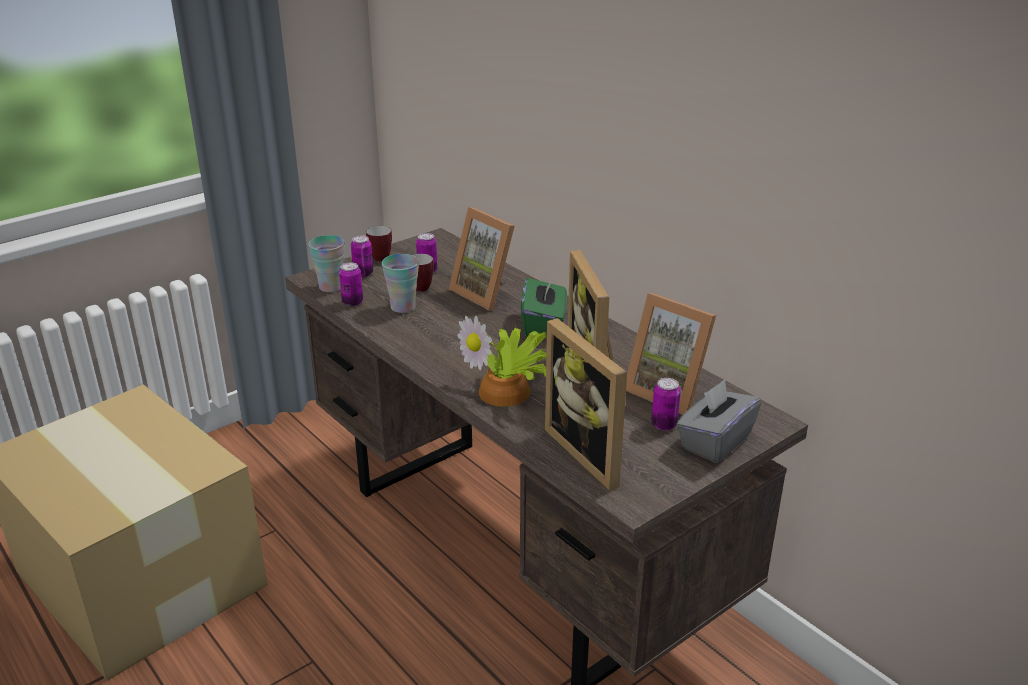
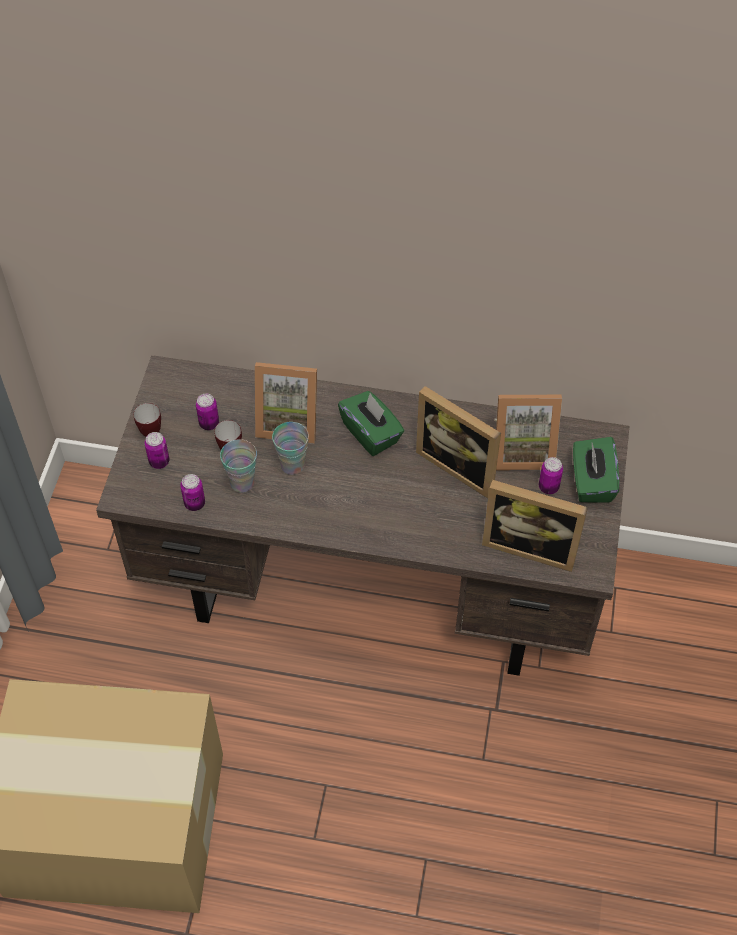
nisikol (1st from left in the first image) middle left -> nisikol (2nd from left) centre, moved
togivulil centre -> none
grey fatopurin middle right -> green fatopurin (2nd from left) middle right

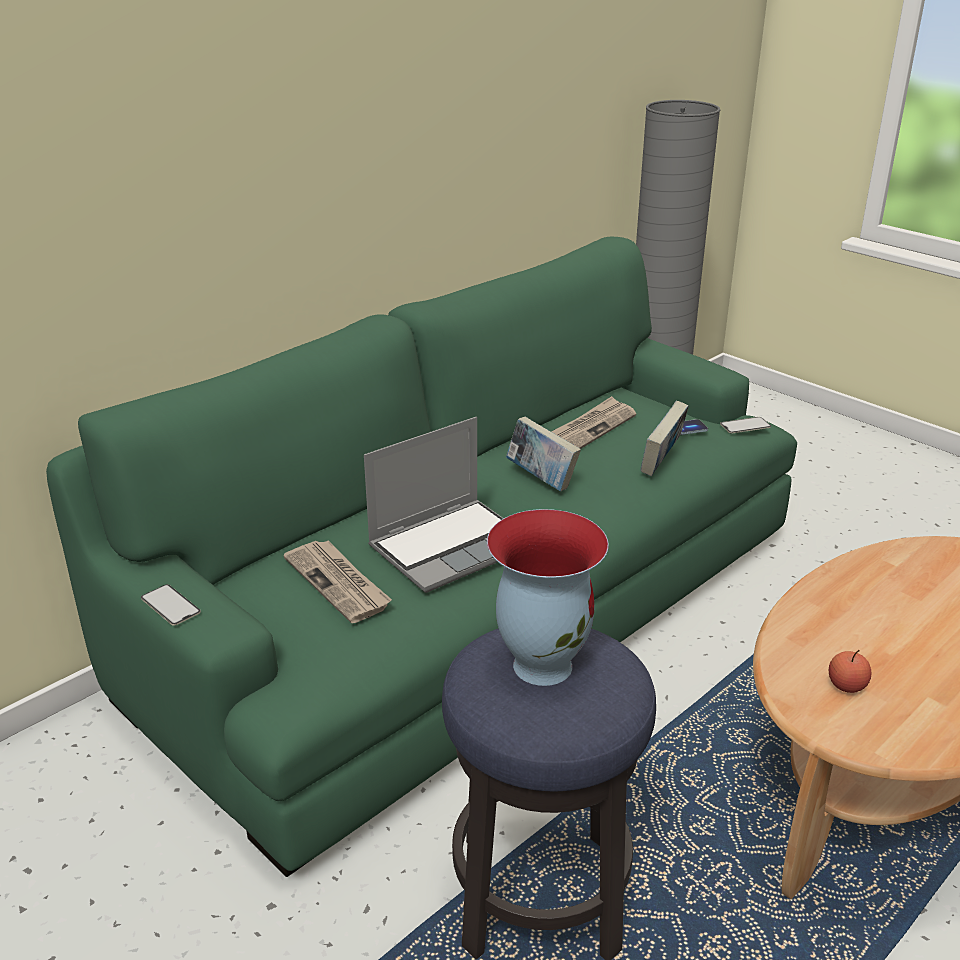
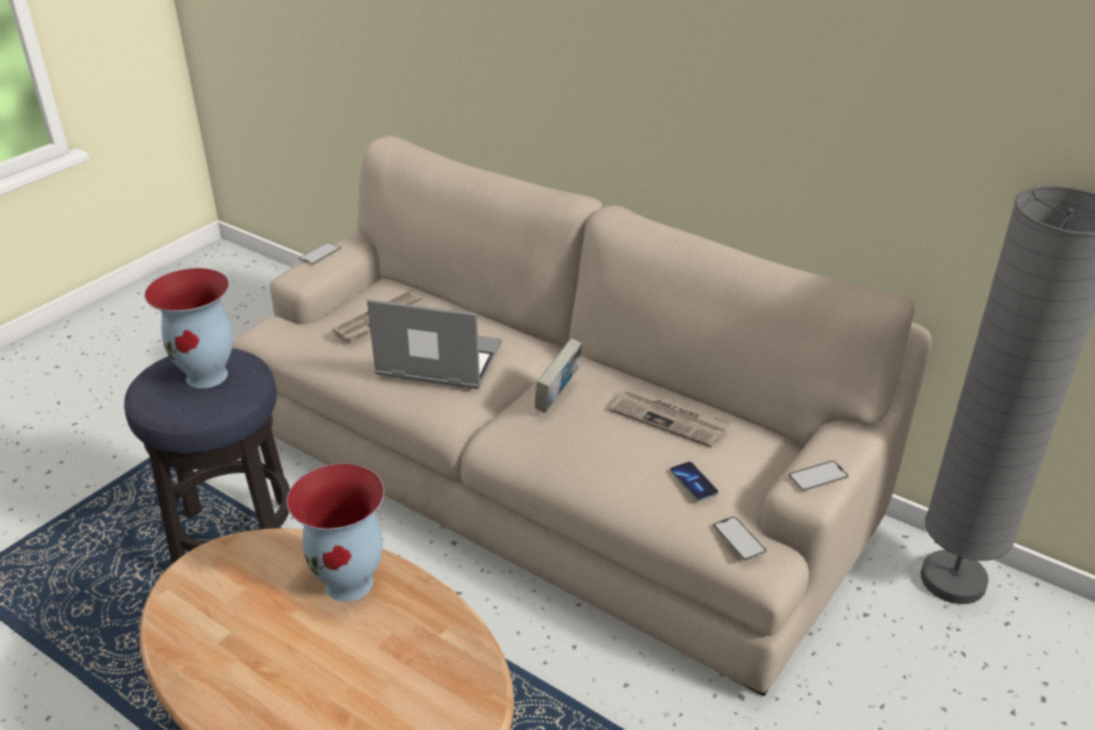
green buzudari centre -> beige buzudari centre
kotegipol (2nd from left) middle right -> none
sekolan centre, 150 degrees clockwise
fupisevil bottom right -> none
none -> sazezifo (4th from left) middle right
none -> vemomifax (2nd from left) bottom left

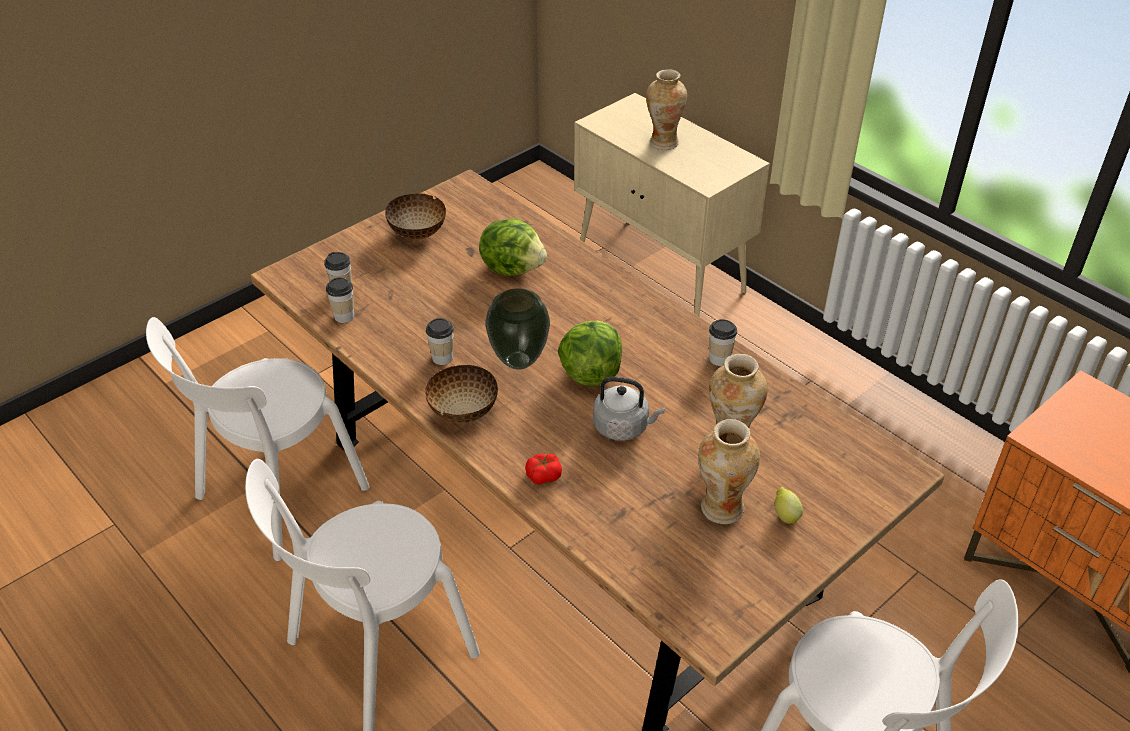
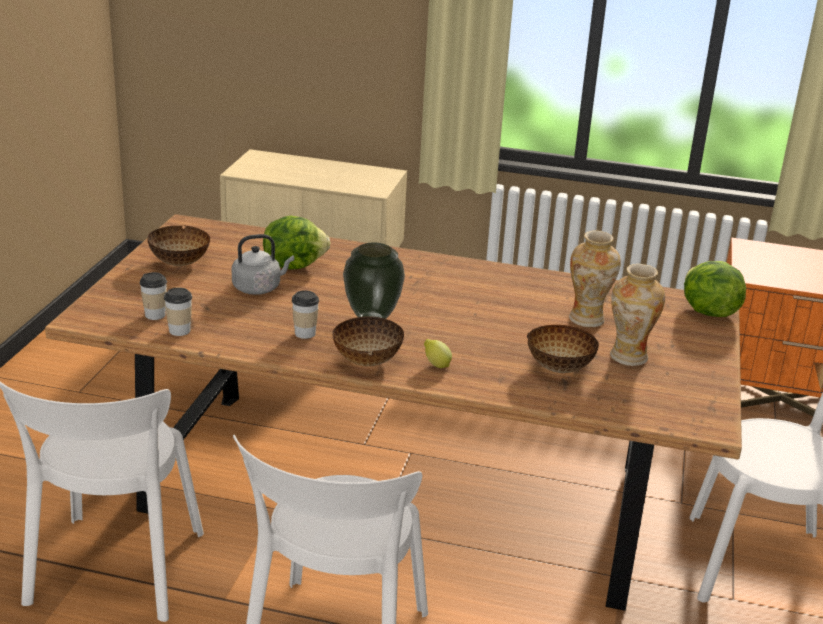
vemomifax (2nd from left) top centre -> none
nisikol (4th from left) centre -> none
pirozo (2nd from left) centre -> pirozo (2nd from left) middle right, moved
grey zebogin centre -> grey zebogin middle left, moved
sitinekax centre -> none
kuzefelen bottom right -> kuzefelen centre, moved
none -> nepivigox (3rd from left) middle right

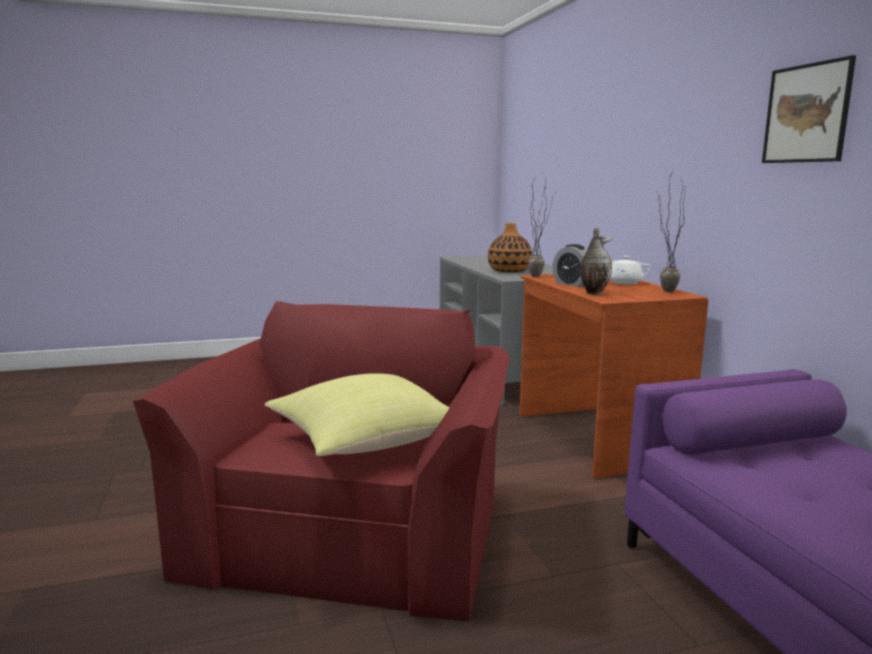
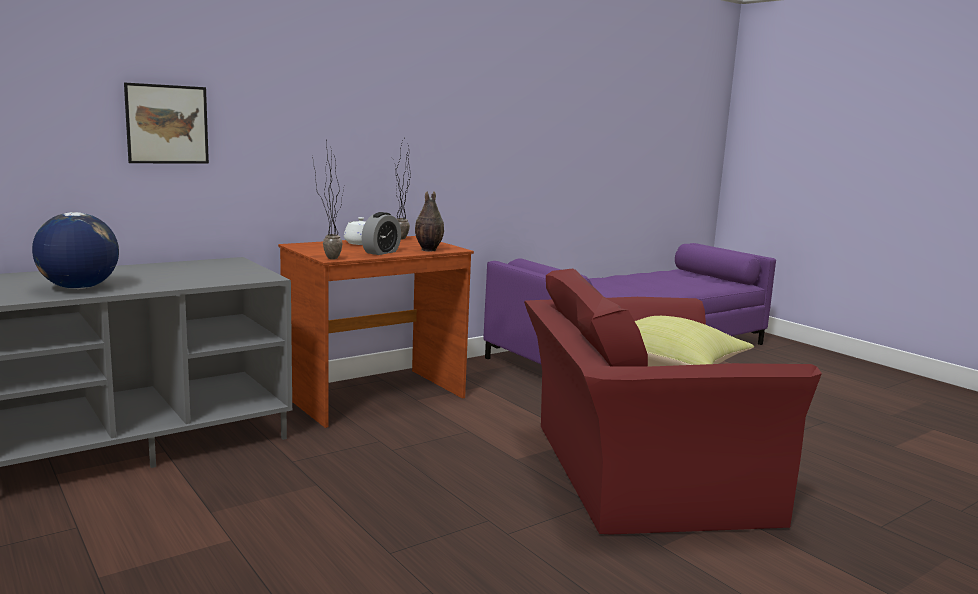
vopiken top right -> vopiken top left, moved
vemomifax (1st from left) centre -> none
none -> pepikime middle left

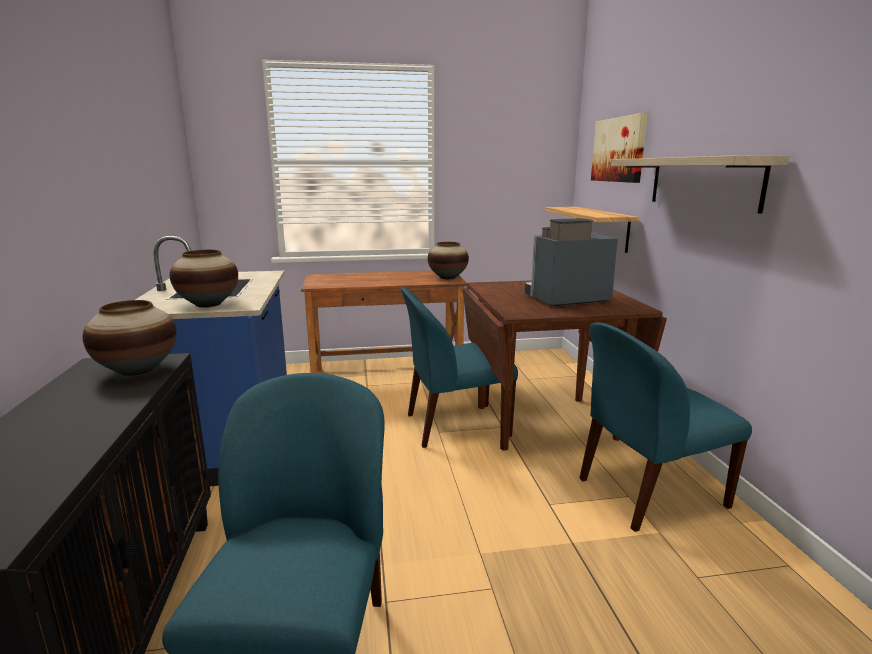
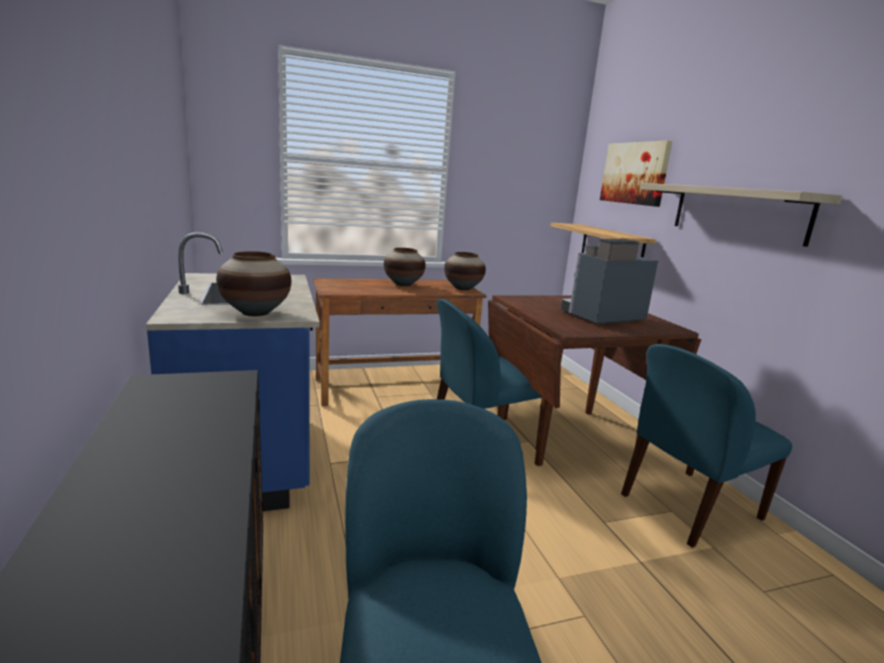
vemomifax (1st from left in the first image) middle left -> vemomifax (2nd from left) centre, moved

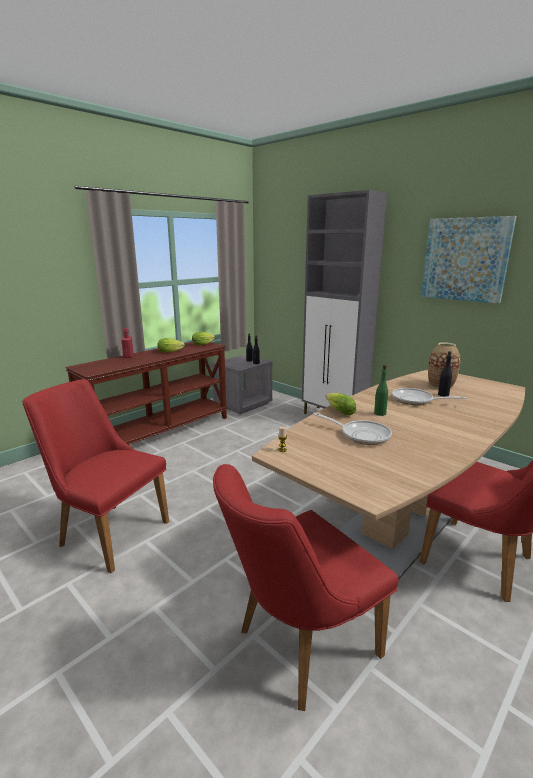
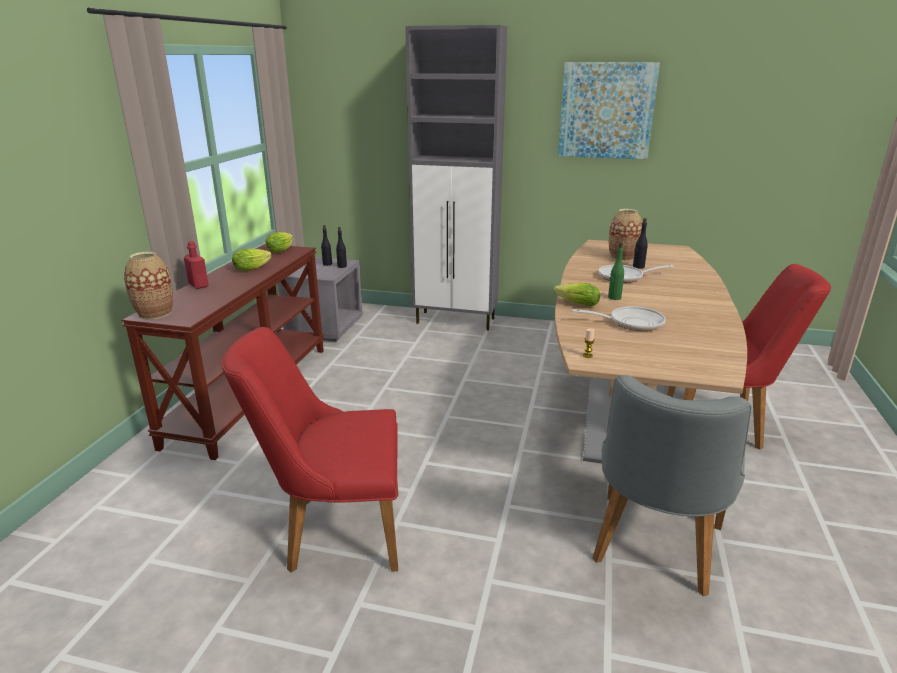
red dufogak (2nd from left) bottom centre -> grey dufogak bottom right
none -> vemomifax (1st from left) middle left

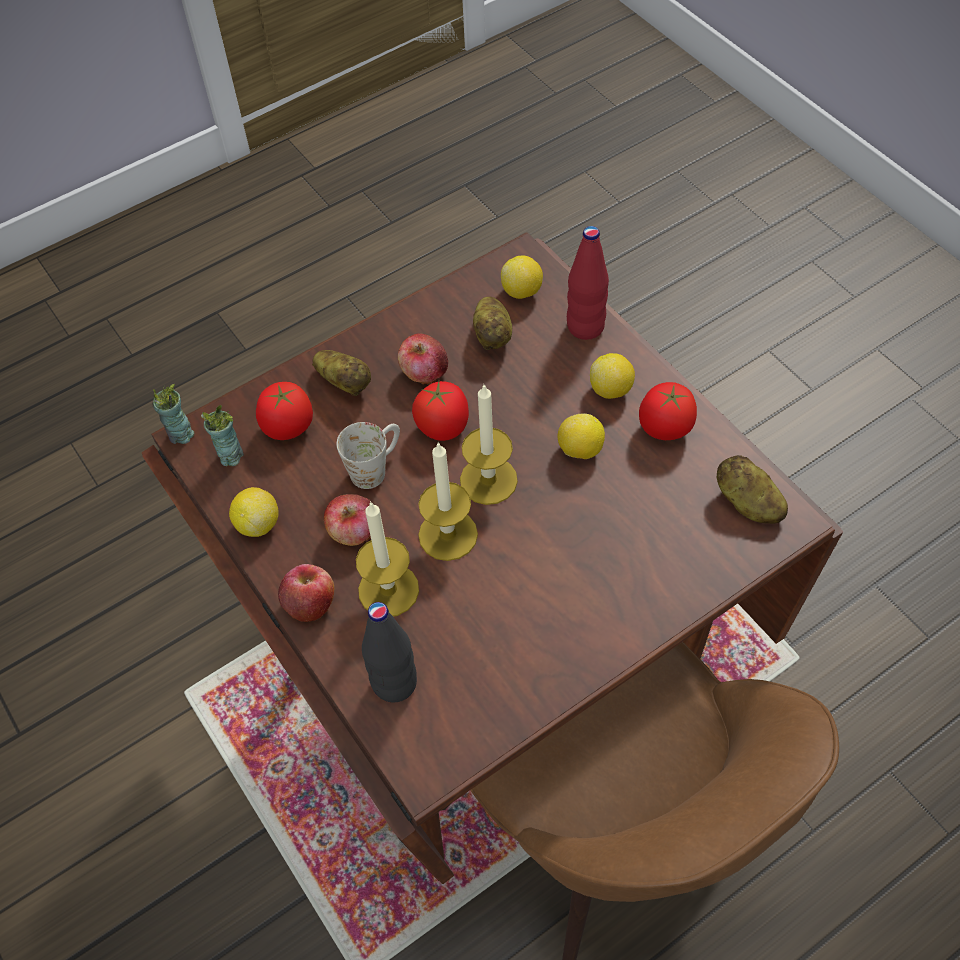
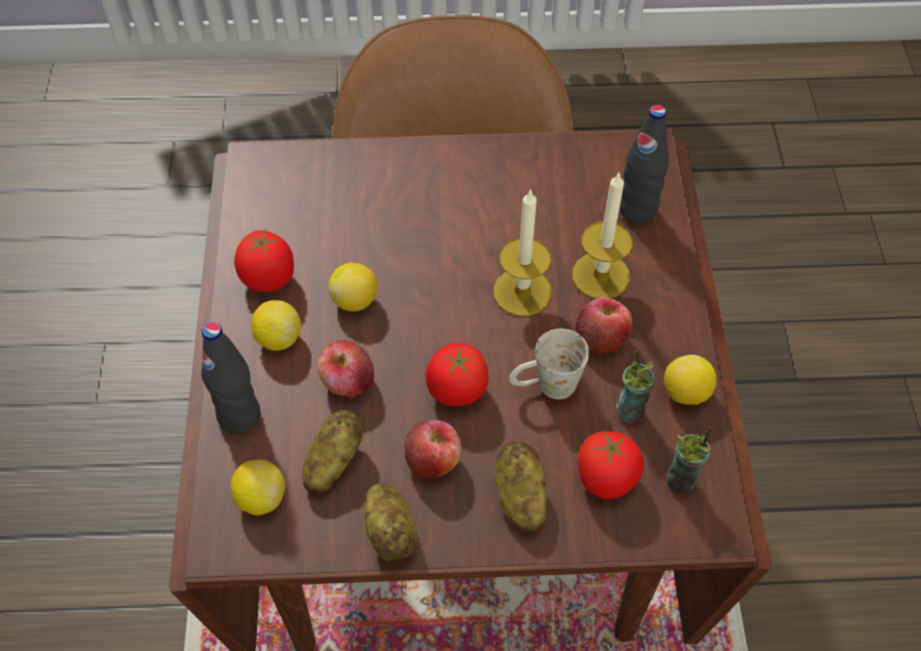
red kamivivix top centre -> black kamivivix (1st from left) middle left
nisikol (1st from left) middle left -> nisikol (1st from left) middle right, moved
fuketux (3rd from left) centre -> none
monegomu (3rd from left in the first image) middle right -> monegomu (2nd from left) bottom centre, moved
fupisevil (1st from left) middle left -> fupisevil (1st from left) centre, moved

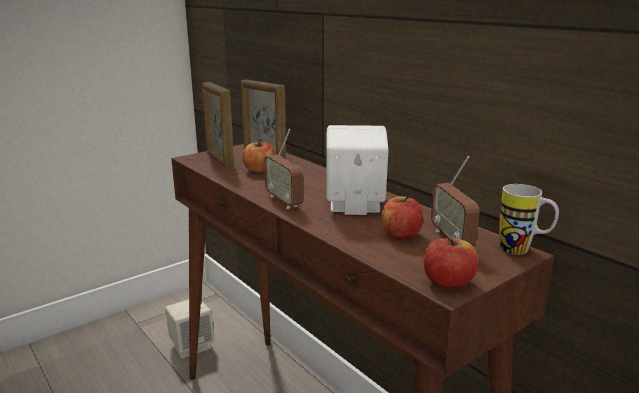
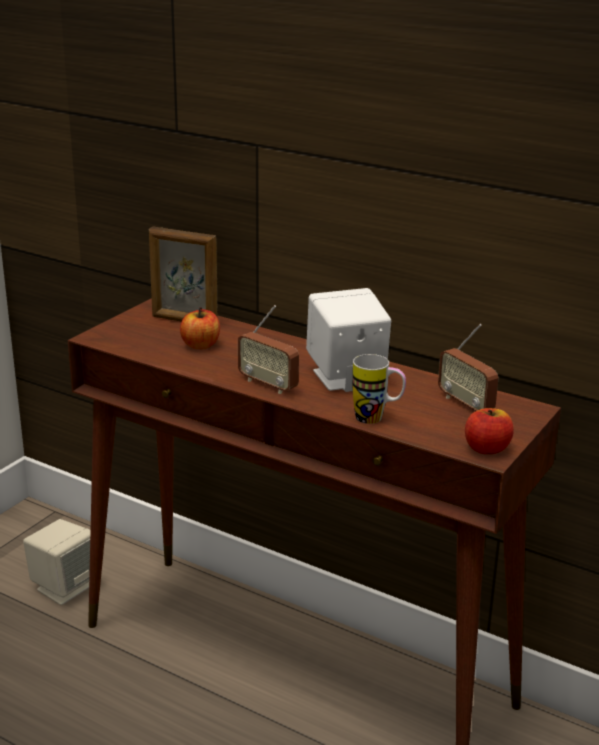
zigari (1st from left) top centre -> none
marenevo middle right -> marenevo centre, moved
fupisevil (2nd from left) centre -> none

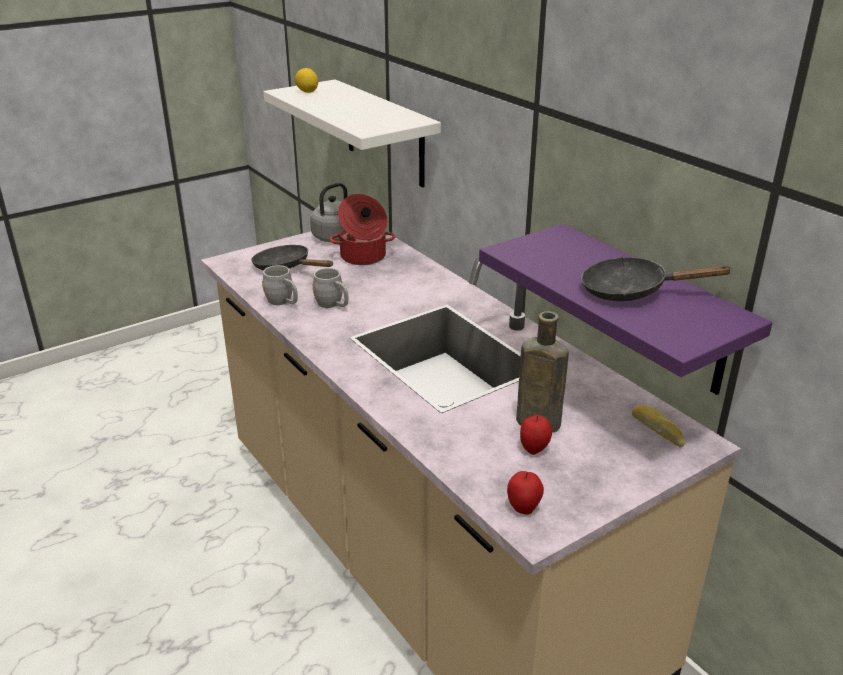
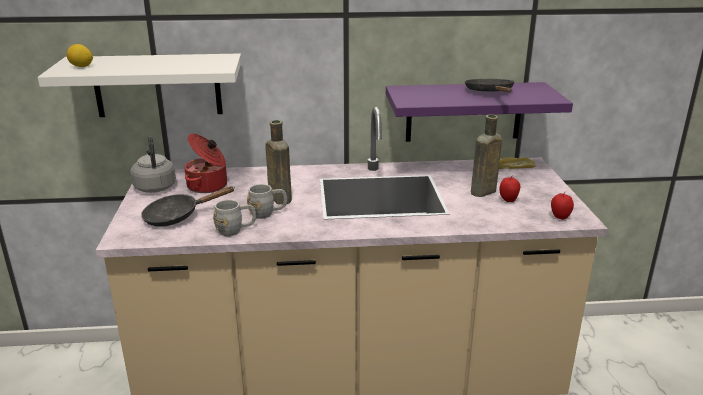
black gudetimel (2nd from left) middle right -> black gudetimel (2nd from left) top right, 135 degrees clockwise
none -> brown kamivivix (1st from left) centre

